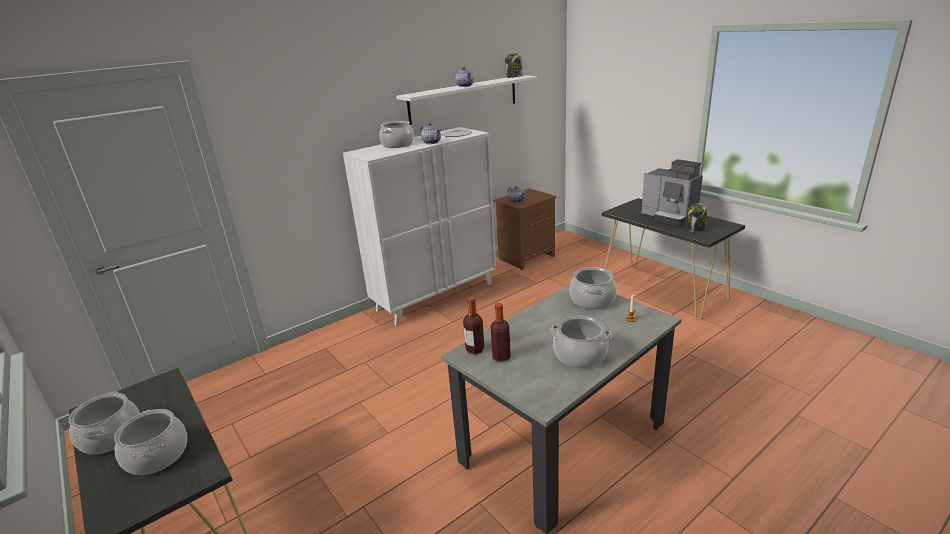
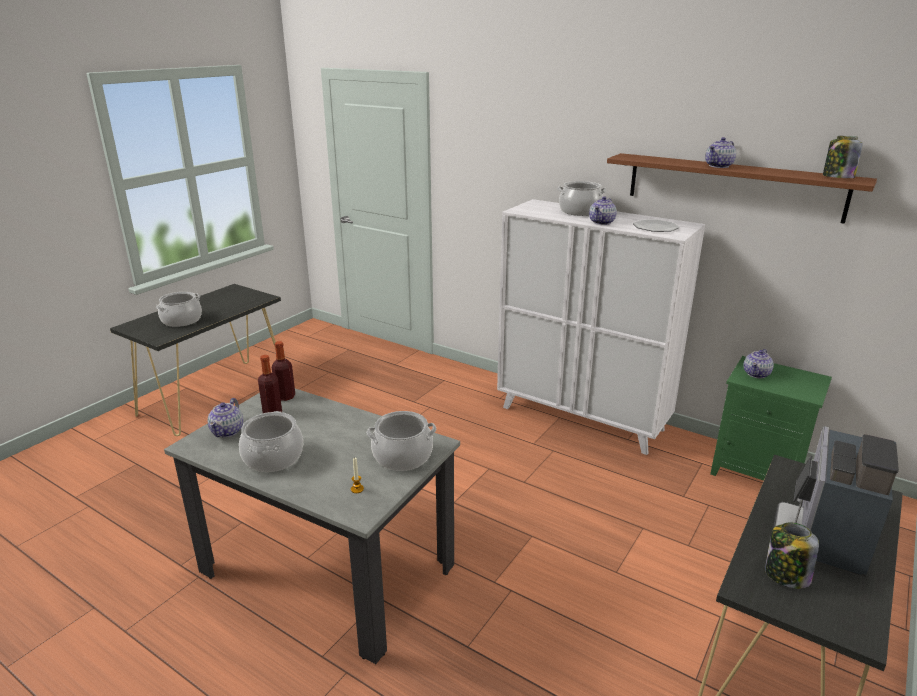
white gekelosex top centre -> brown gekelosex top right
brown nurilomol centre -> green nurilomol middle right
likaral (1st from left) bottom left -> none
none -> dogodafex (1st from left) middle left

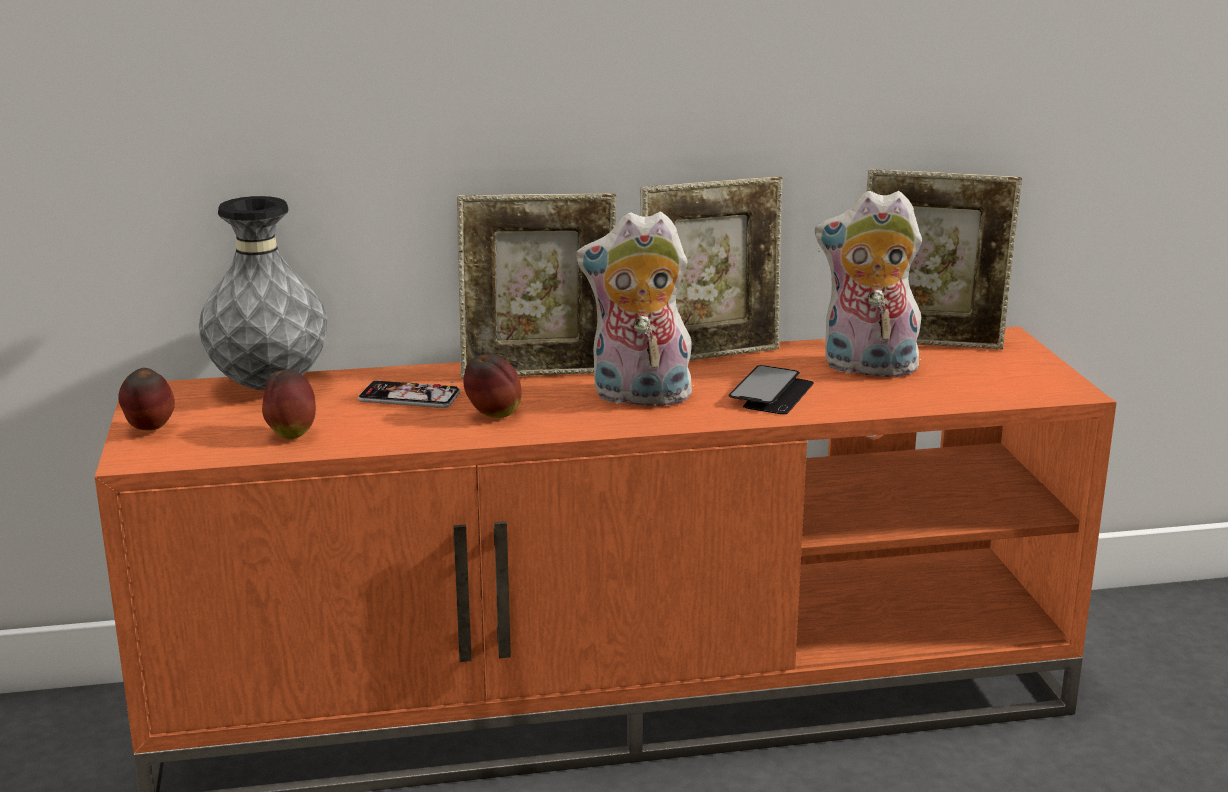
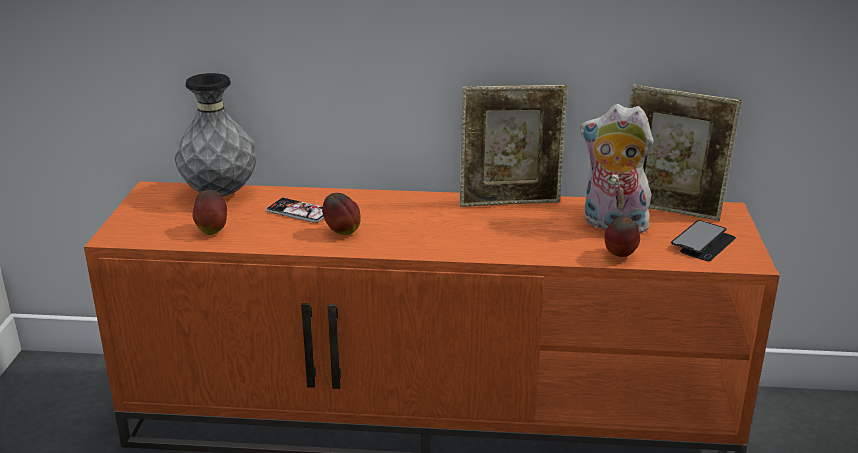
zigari (1st from left) centre -> none
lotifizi (1st from left) centre -> none
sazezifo (2nd from left) centre -> sazezifo (2nd from left) middle right, moved
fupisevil (1st from left in the first image) middle left -> fupisevil (3rd from left) middle right, moved

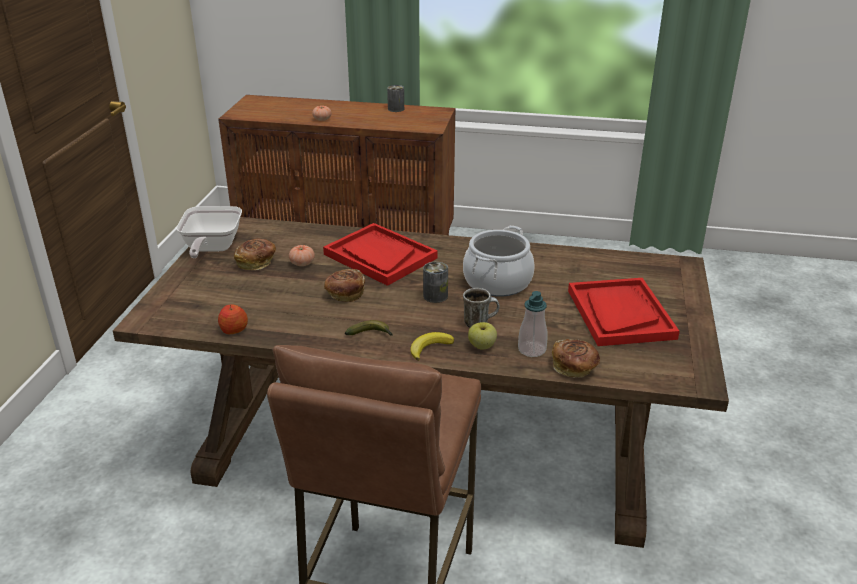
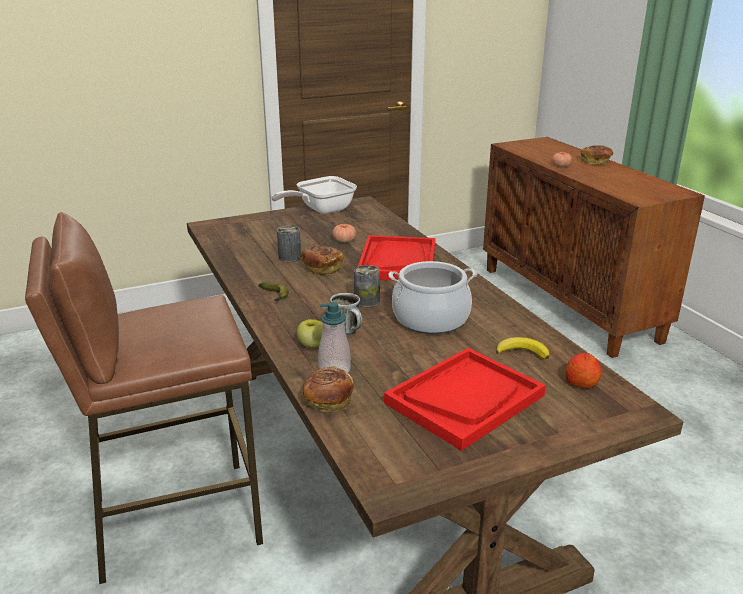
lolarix (1st from left) top centre -> lolarix (1st from left) centre, moved
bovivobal (1st from left in the first image) middle left -> bovivobal (3rd from left) top right, moved
fupisevil (1st from left in the first image) middle left -> fupisevil (2nd from left) middle right, moved
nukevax (2nd from left) centre -> nukevax (2nd from left) middle right, moved

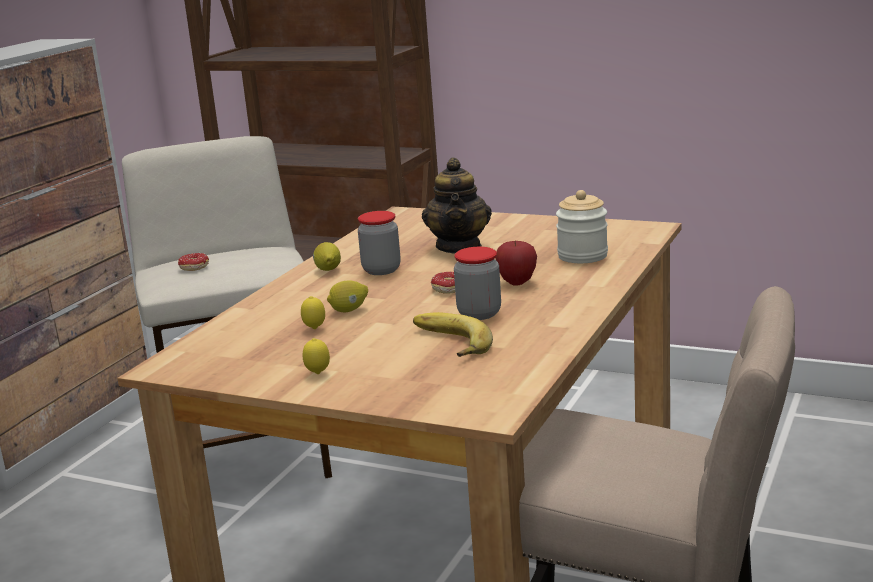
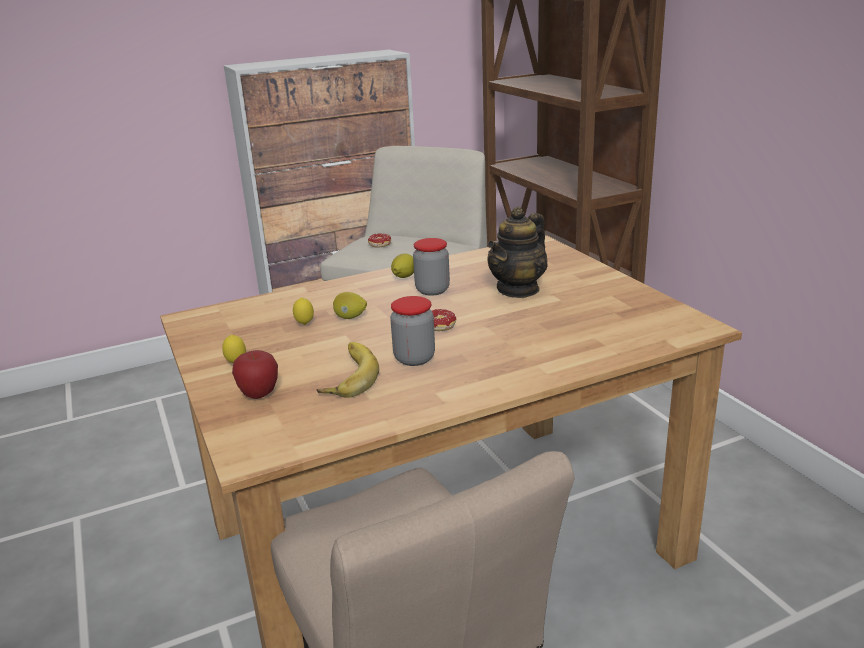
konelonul (3rd from left) middle right -> none
fupisevil centre -> fupisevil middle left, moved

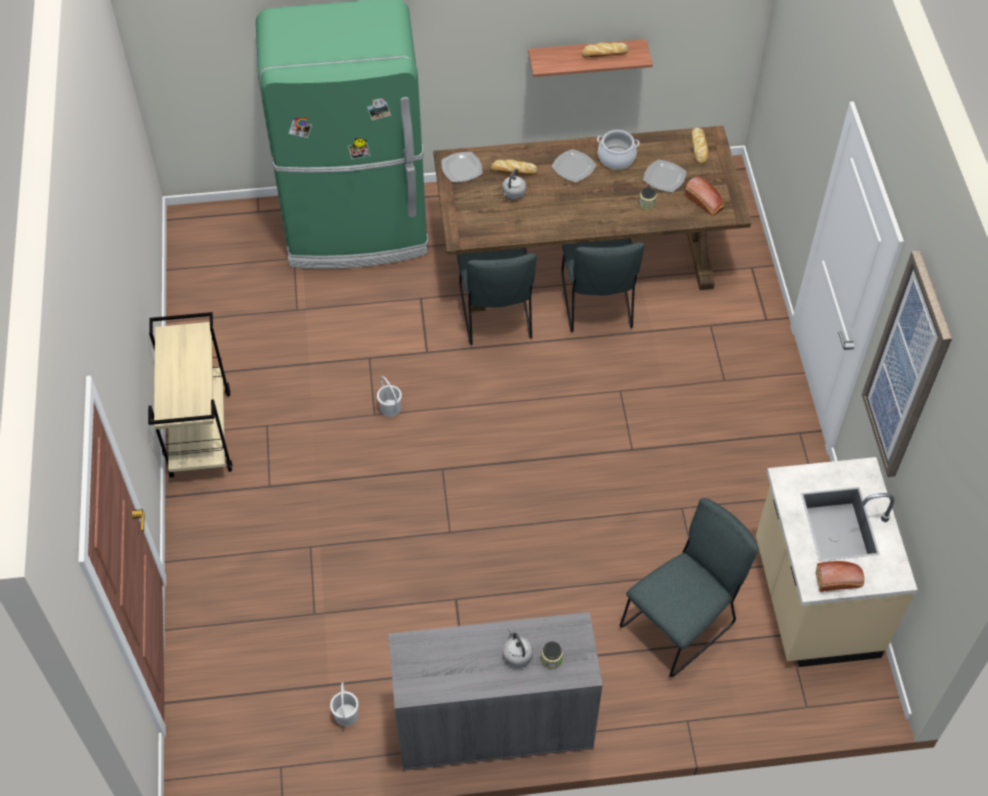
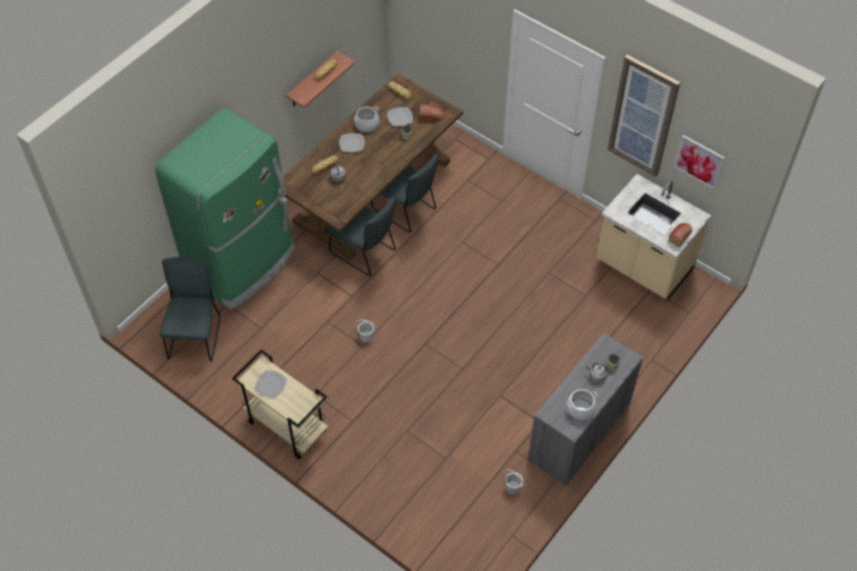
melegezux (1st from left) top centre -> melegezux (1st from left) bottom left, moved
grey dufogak (3rd from left in the first image) bottom right -> grey dufogak (1st from left) middle left, moved
none -> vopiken (2nd from left) top right
none -> likaral (2nd from left) bottom right

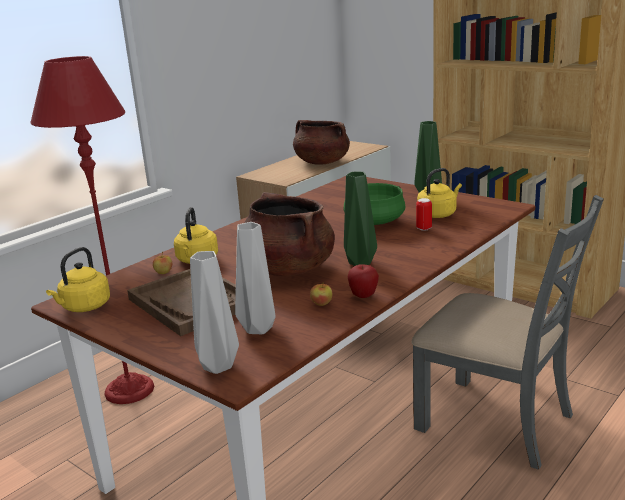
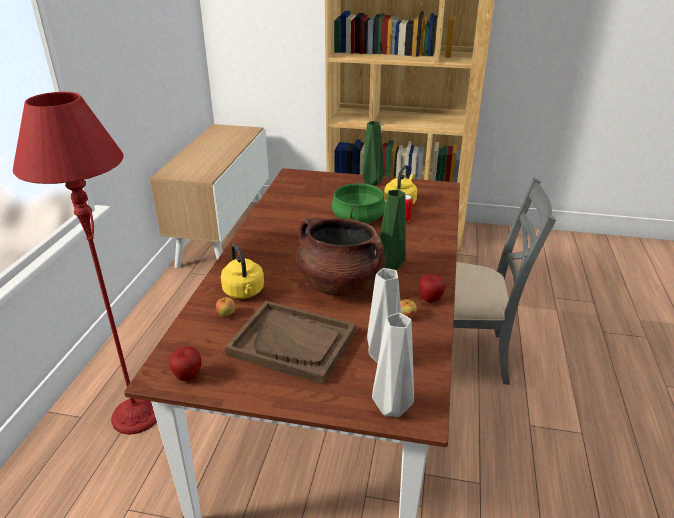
brown likaral (2nd from left) top centre -> none
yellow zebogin (1st from left) middle left -> fupisevil (1st from left) bottom left

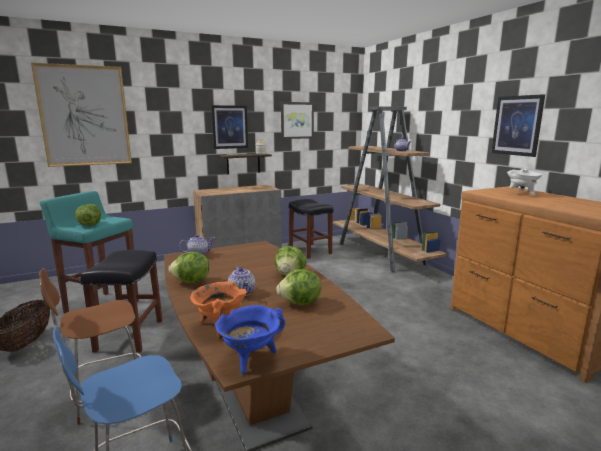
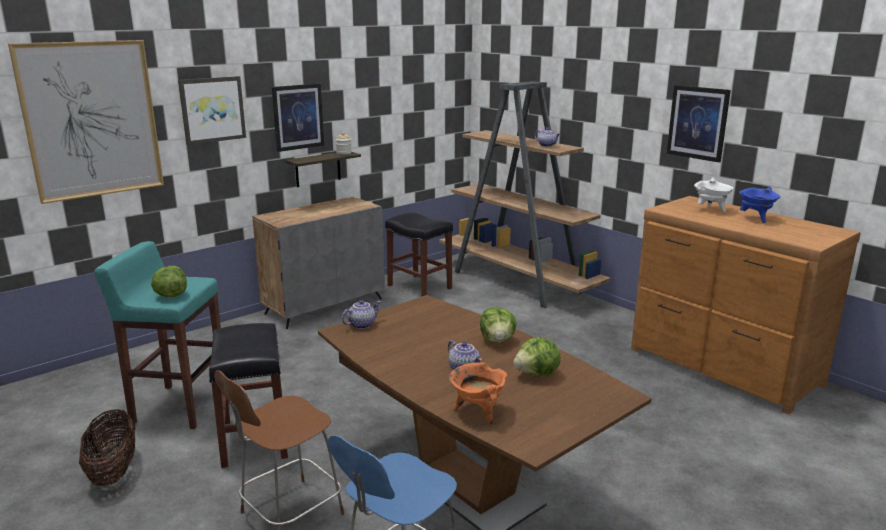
vopiken (3rd from left in the first image) top centre -> vopiken (2nd from left) top left, moved
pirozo (2nd from left) middle left -> none
blue likaral bottom centre -> blue likaral middle right, moved

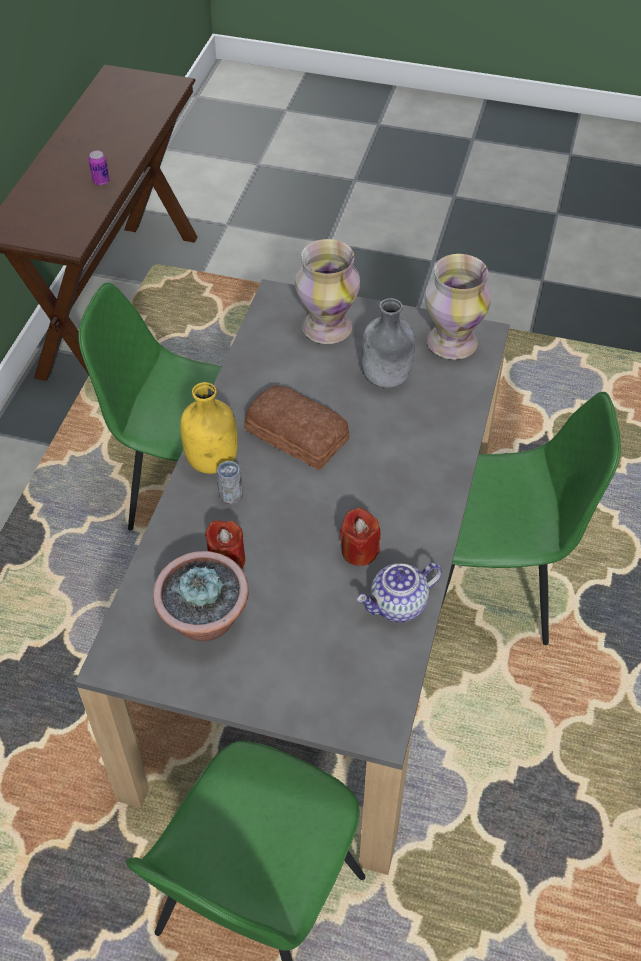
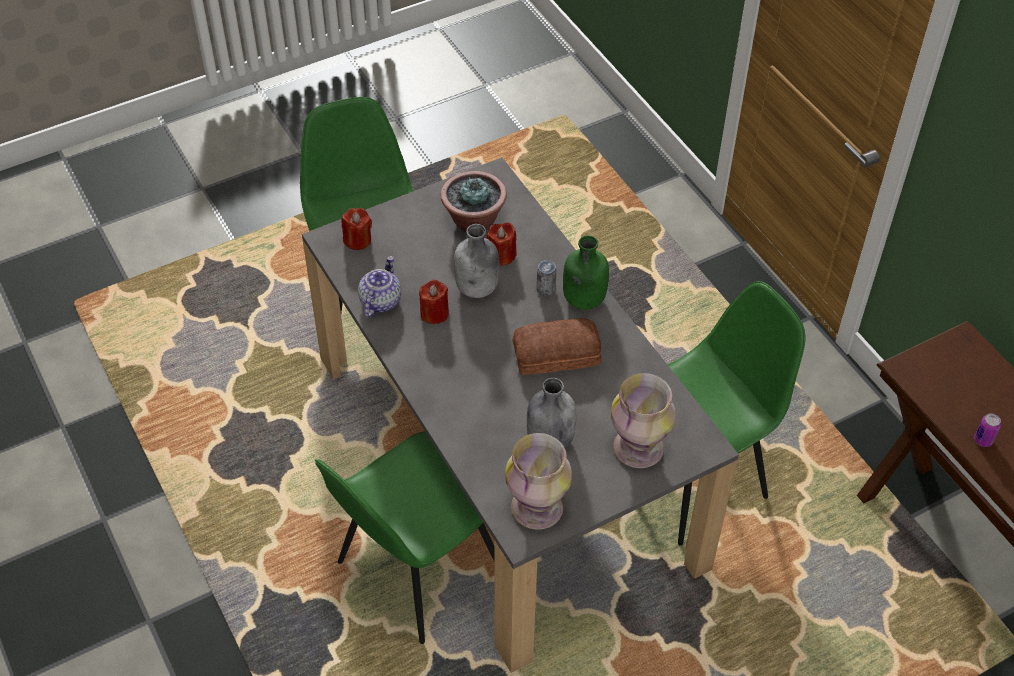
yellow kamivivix middle left -> green kamivivix centre
none -> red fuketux (1st from left) centre
none -> grey kamivivix (1st from left) centre

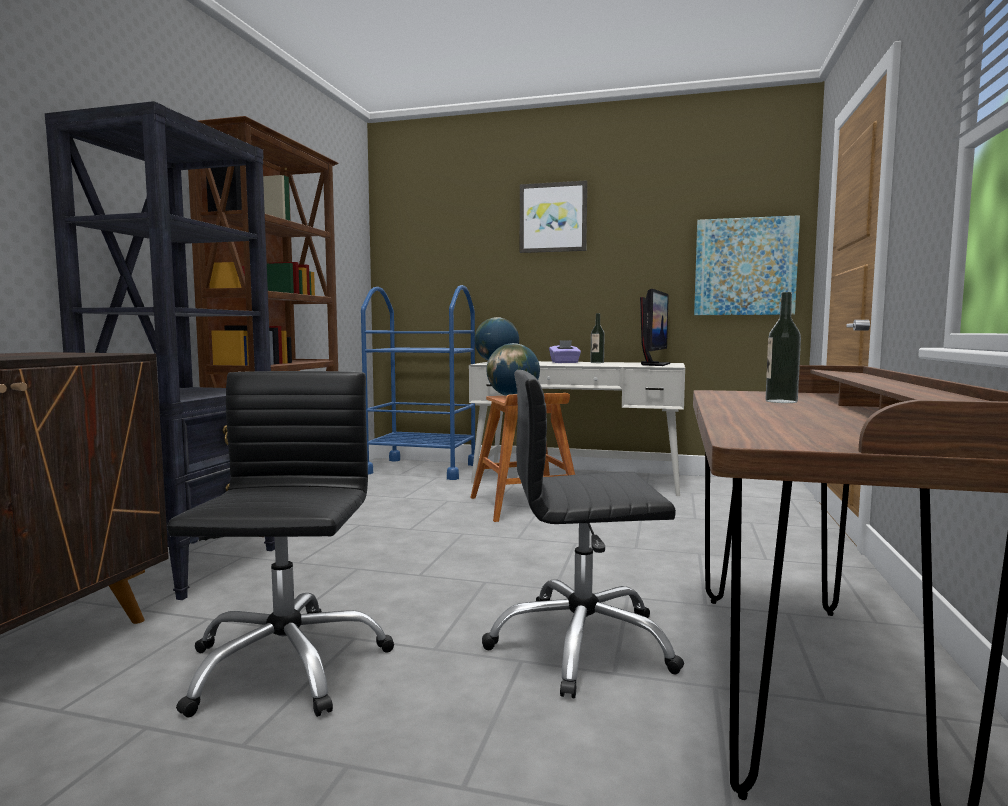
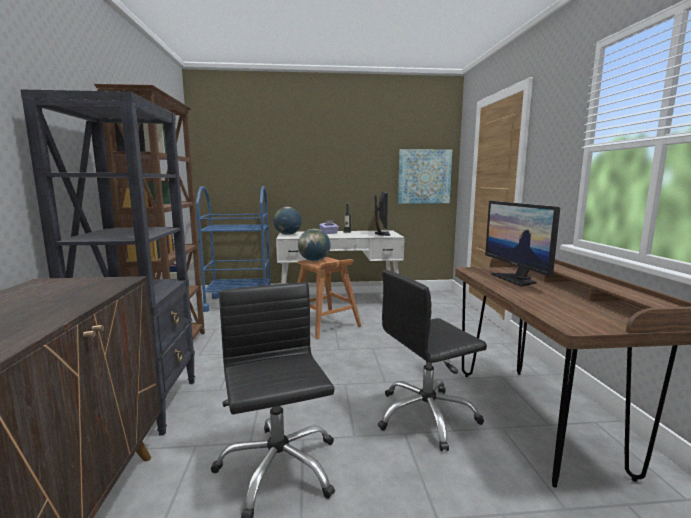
vopiken (1st from left) top centre -> none
kamivivix (2nd from left) middle right -> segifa (2nd from left) middle right

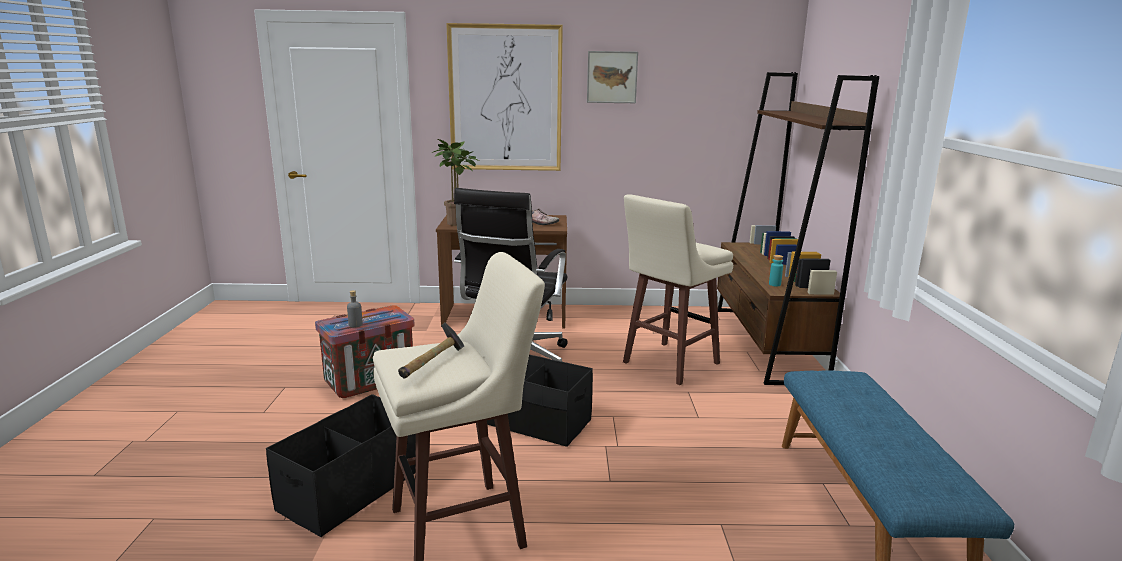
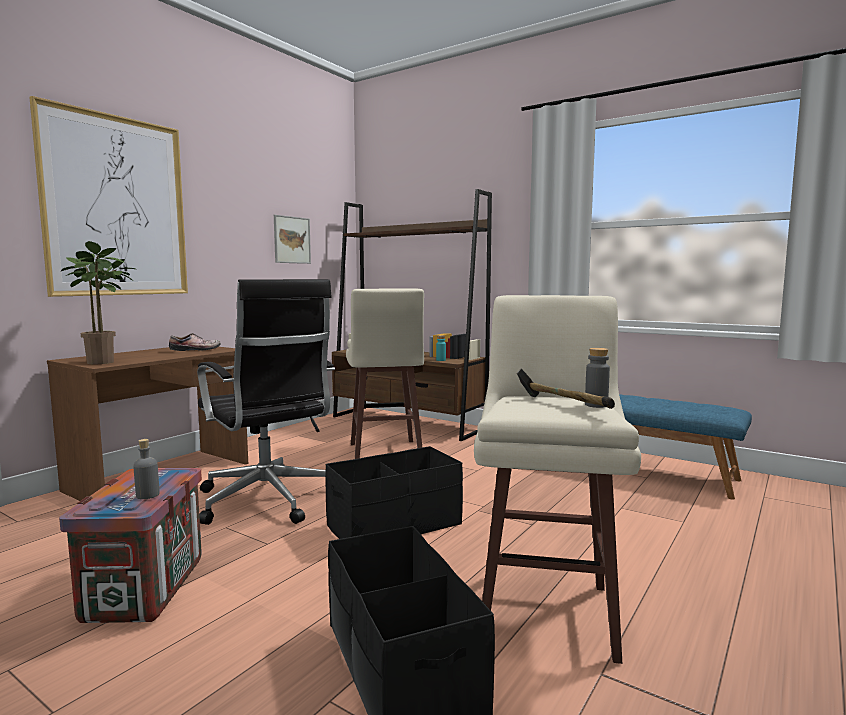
vopiken (2nd from left) top centre -> vopiken (2nd from left) centre, moved
none -> grey kamivivix (2nd from left) middle right

